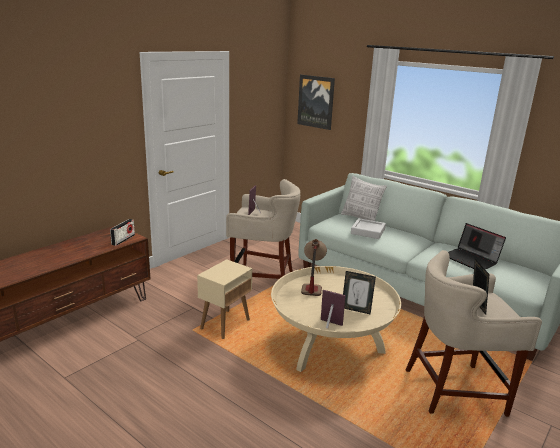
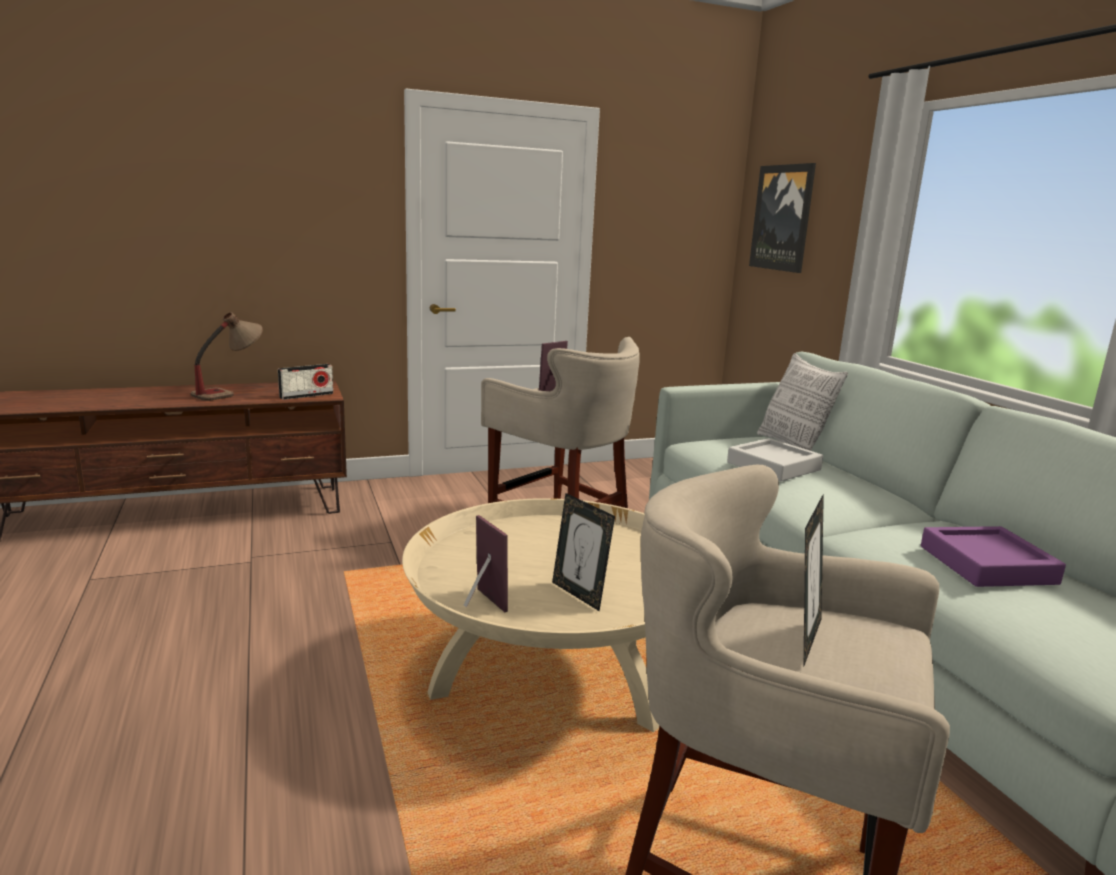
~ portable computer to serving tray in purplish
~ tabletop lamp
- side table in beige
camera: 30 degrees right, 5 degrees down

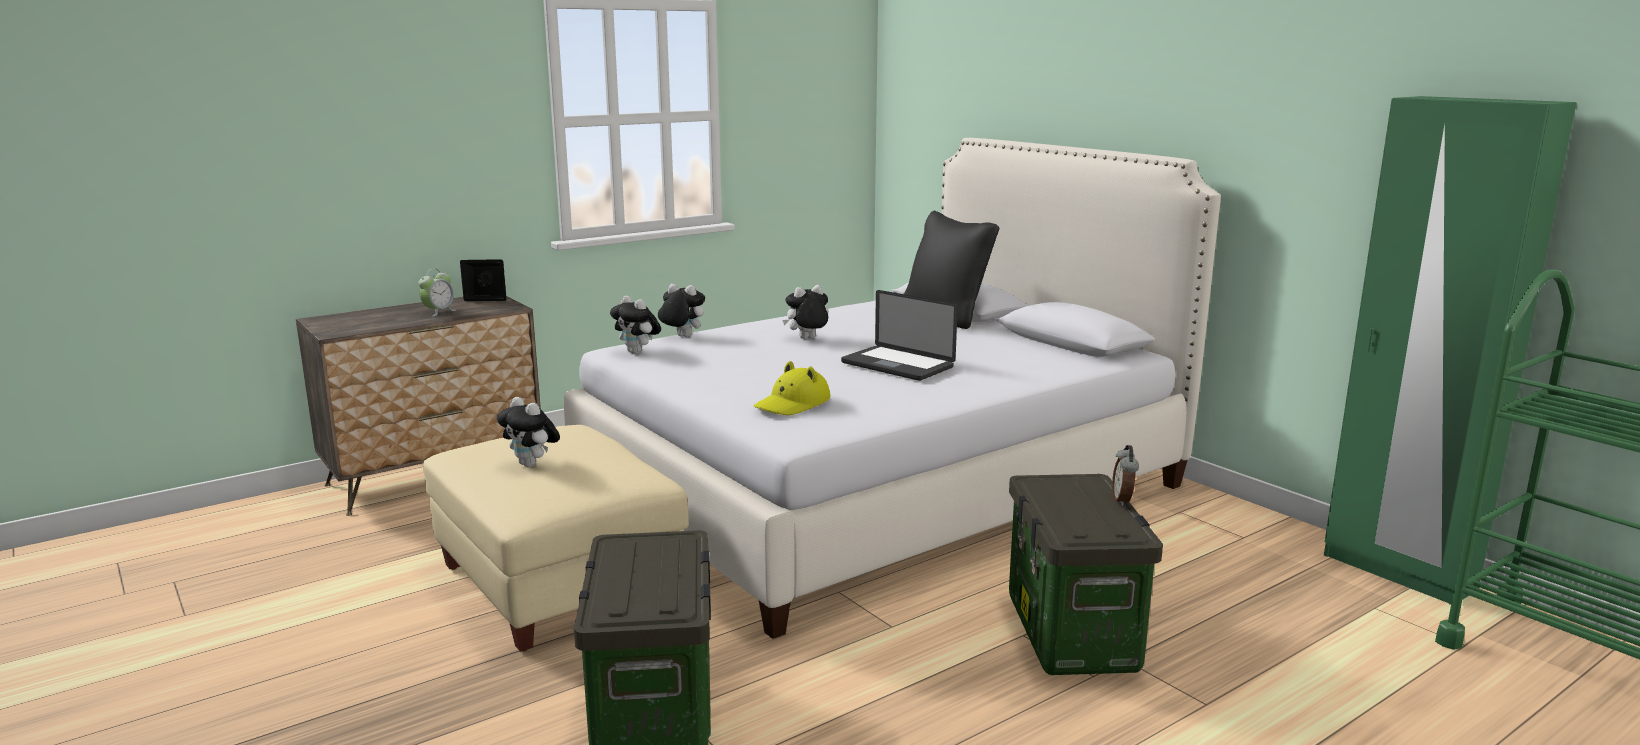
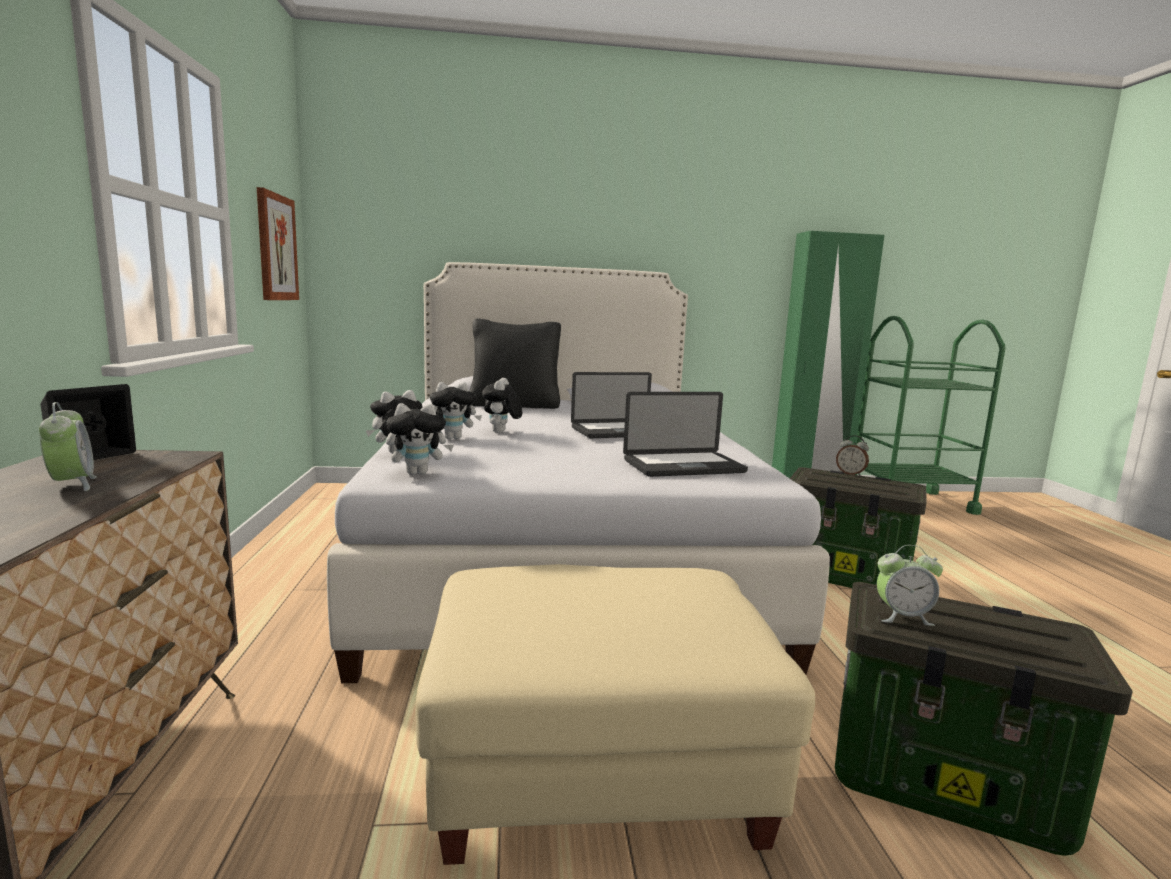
~ wearable hat in yellowish to portable computer (2nd from left)
~ plush toy (1st from left in the first image) to plush toy (3rd from left)
+ picture
+ bedside clock (3rd from left)
camera: 60 degrees left, 5 degrees down

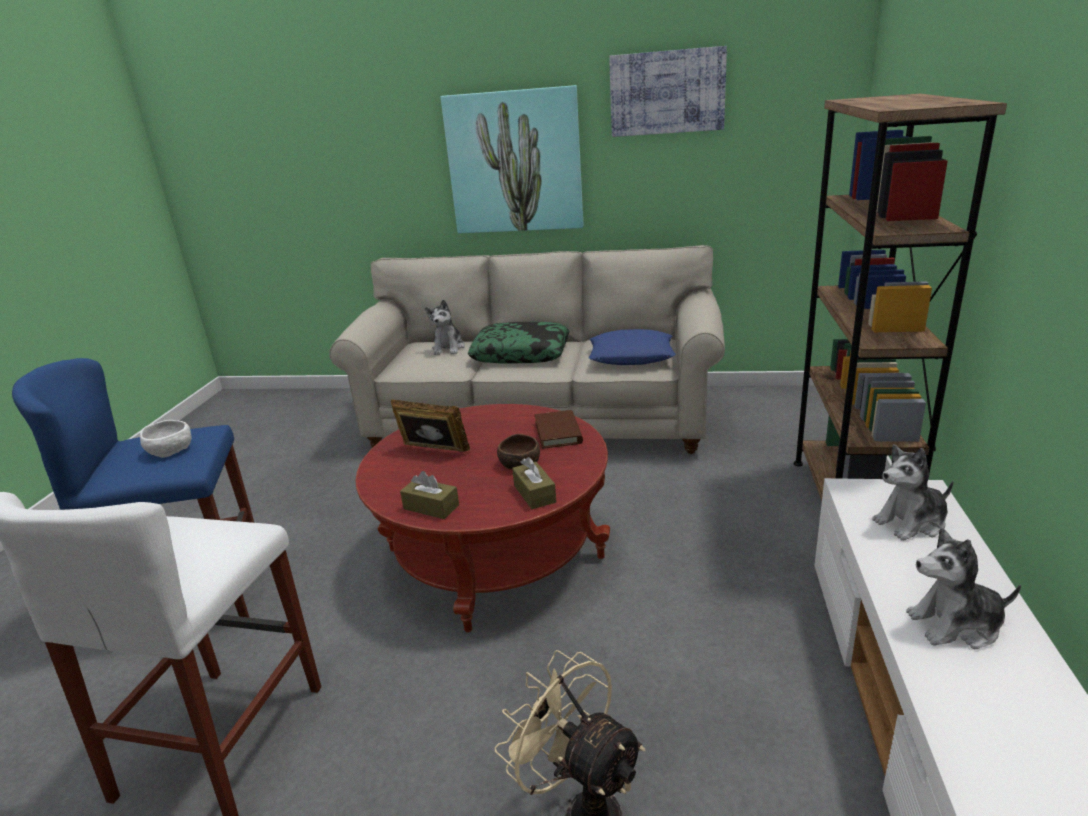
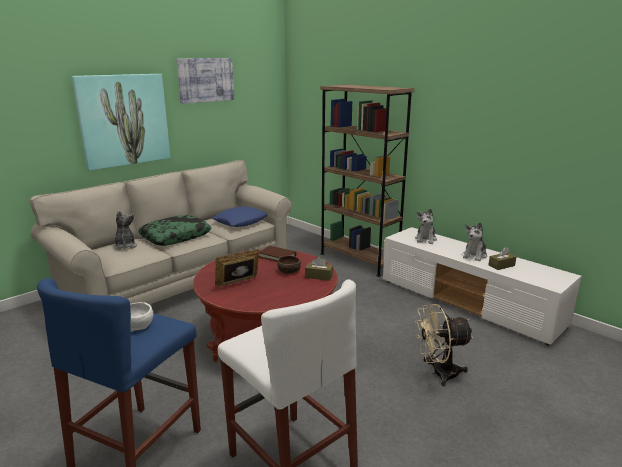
~ plush toy (1st from left) 150 degrees counterclockwise
~ box of tissues in brown-coloured (1st from left in the first image) to box of tissues in brown-coloured (2nd from left)
camera: 55 degrees left, 5 degrees down

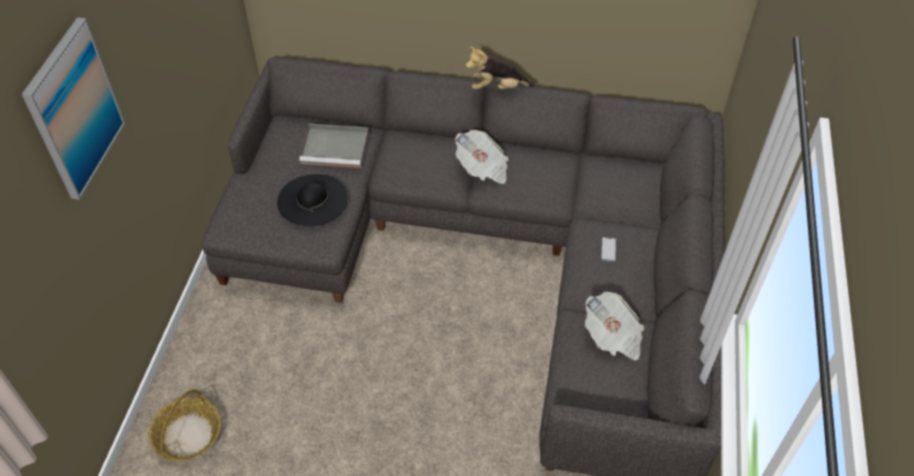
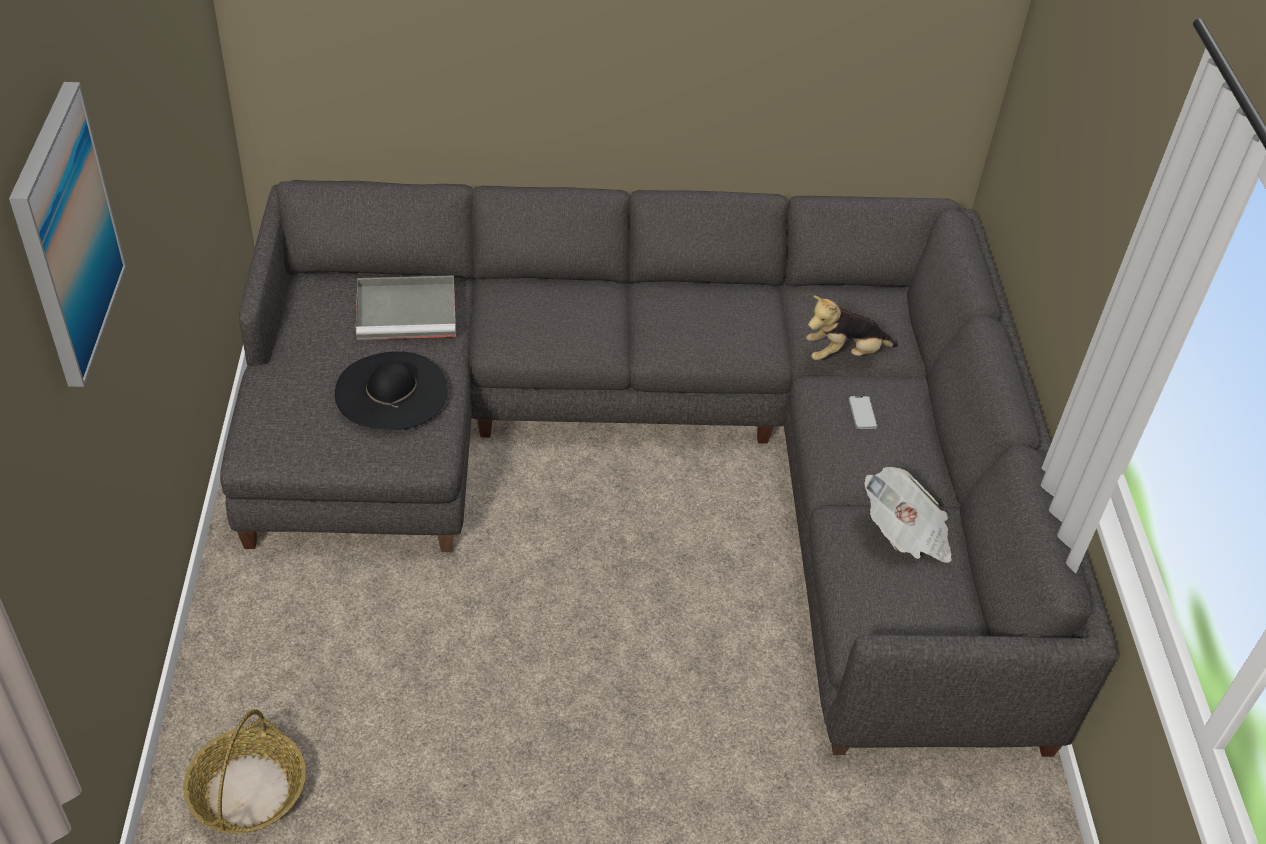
~ plush toy
- printed paper (1st from left)
camera: 15 degrees left, 5 degrees down

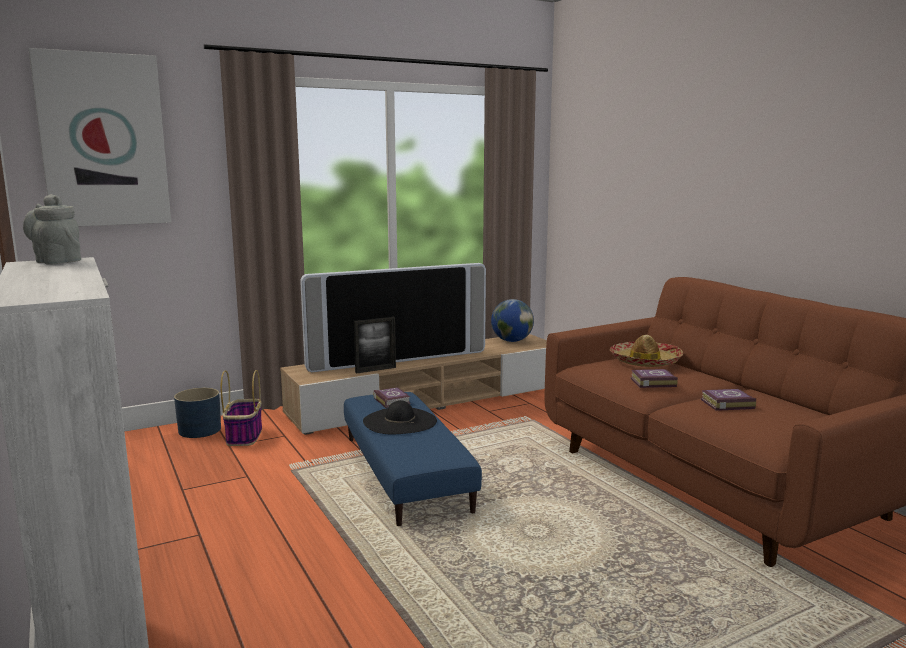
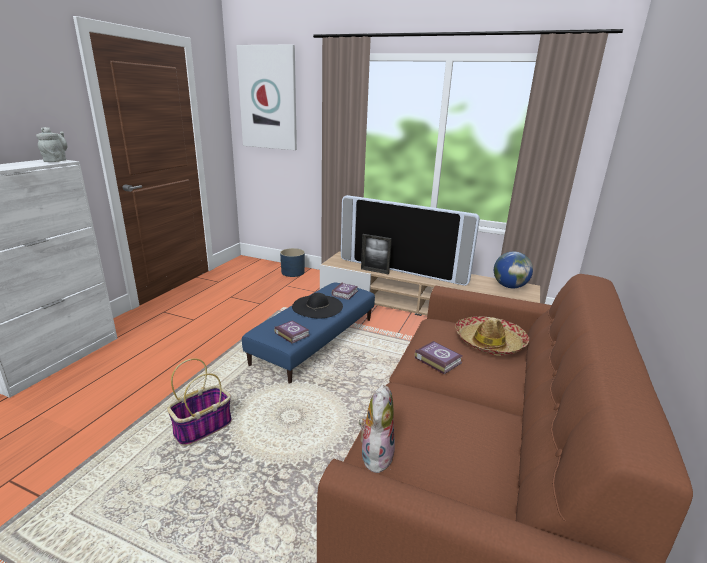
~ basket
~ book (3rd from left in the first image) to book (1st from left)
+ plush toy
camera: 50 degrees right, 10 degrees up

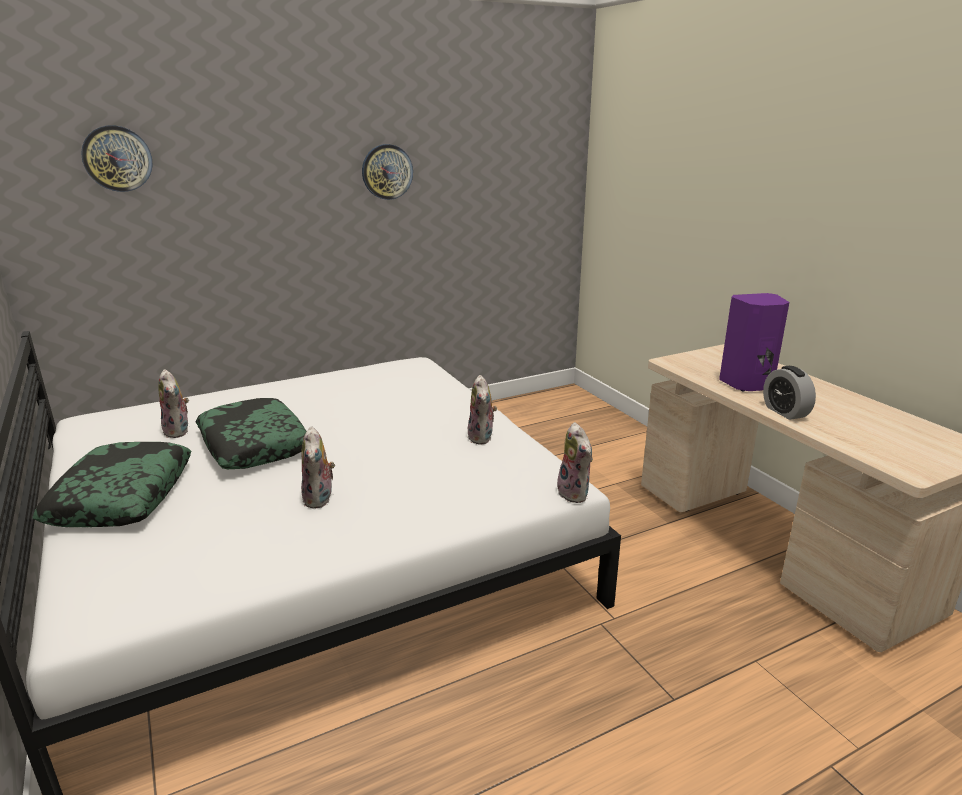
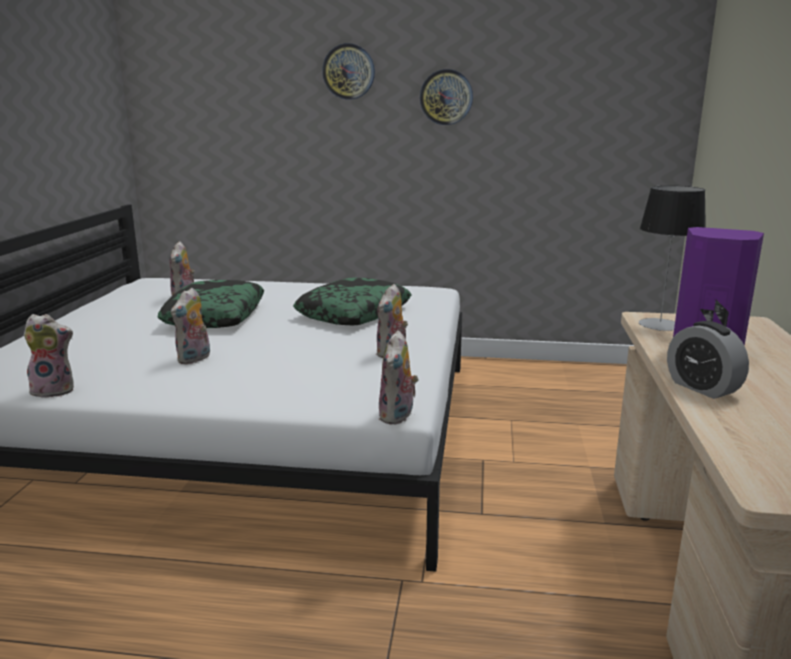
~ clock on the wall (1st from left)
~ bedside clock 45 degrees counterclockwise
~ cushion (1st from left in the first image) to cushion (2nd from left)
+ tabletop lamp
+ plush toy (1st from left)
camera: 35 degrees right, 5 degrees down

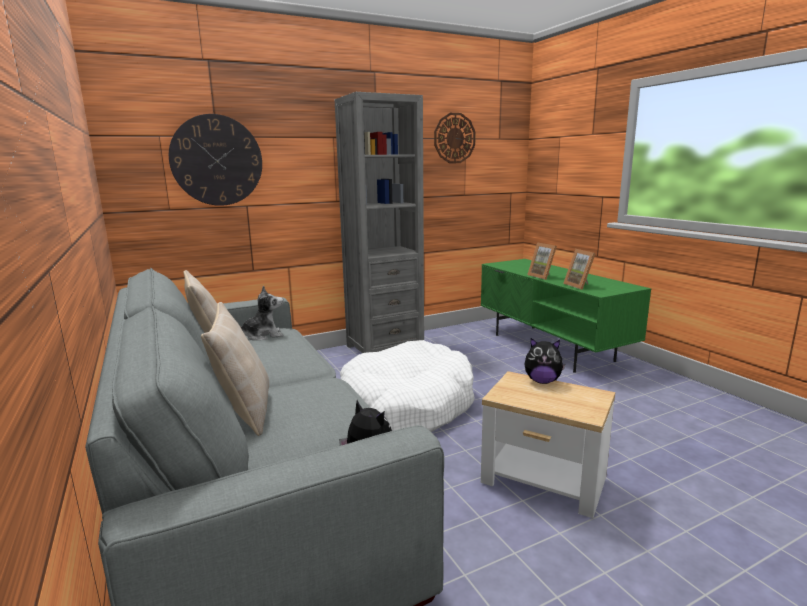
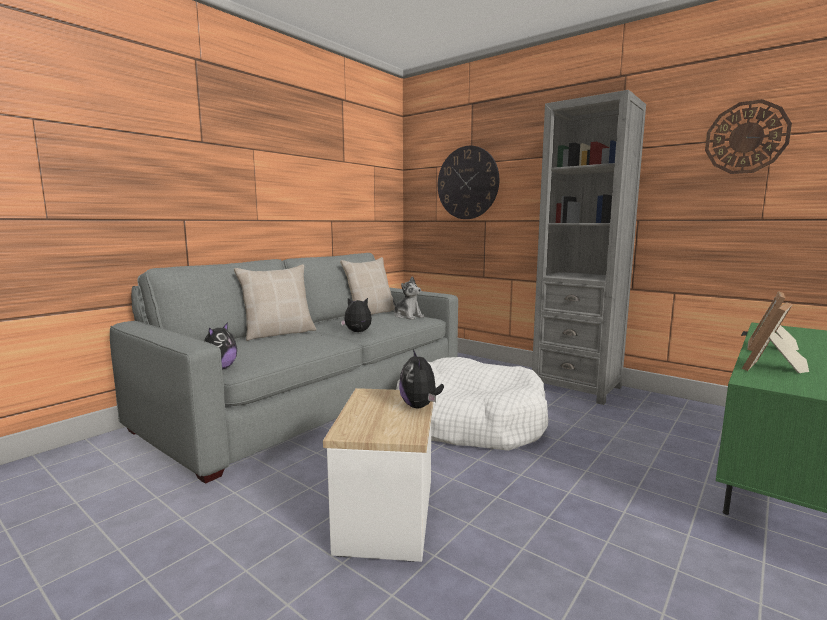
+ plush toy (2nd from left)
camera: 65 degrees right, 5 degrees down

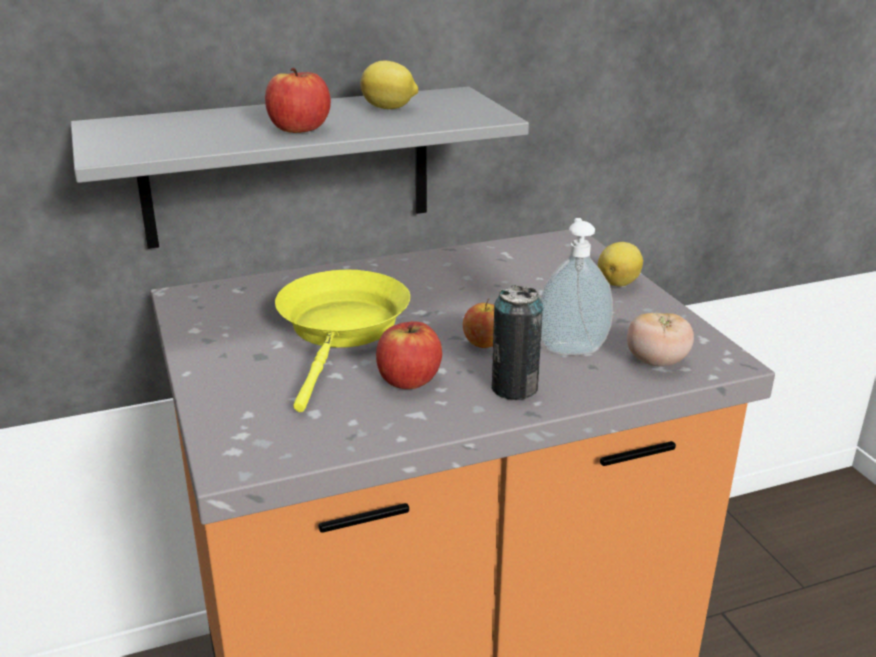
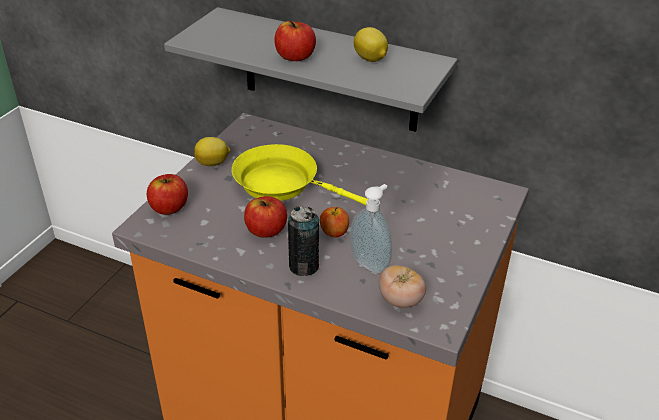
~ citrus fruit (2nd from left in the first image) to citrus fruit (1st from left)
~ frying pan in yellowish 120 degrees counterclockwise
+ apple fruit (1st from left)
camera: 45 degrees right, 10 degrees up

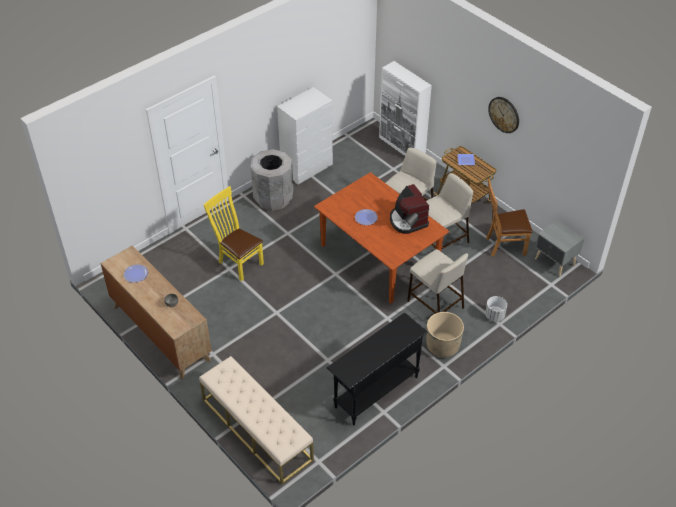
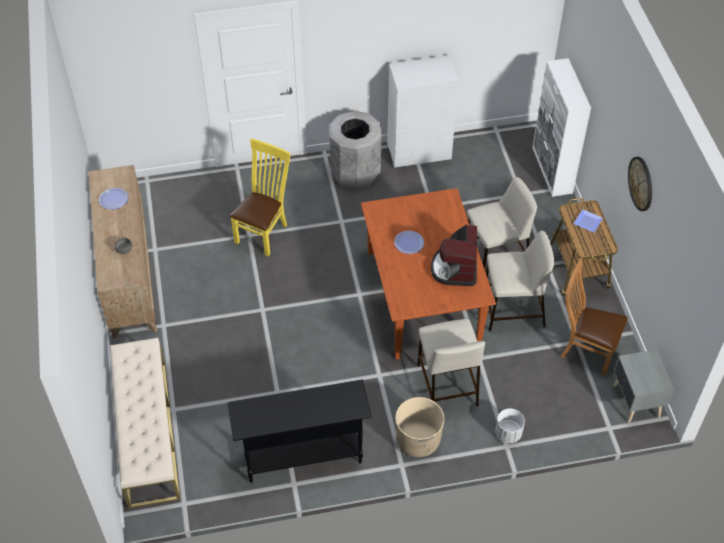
~ chair in yellowish 45 degrees clockwise
camera: 30 degrees right, 5 degrees up

